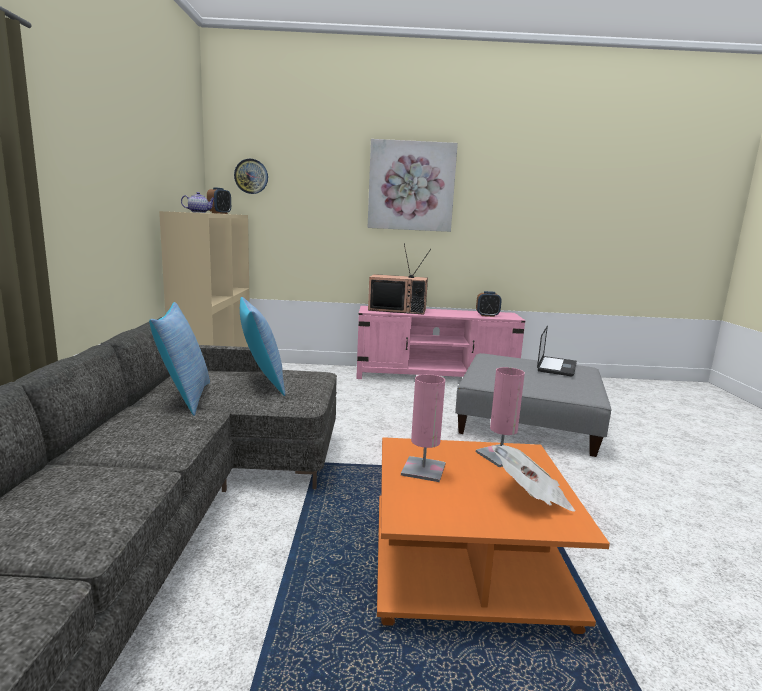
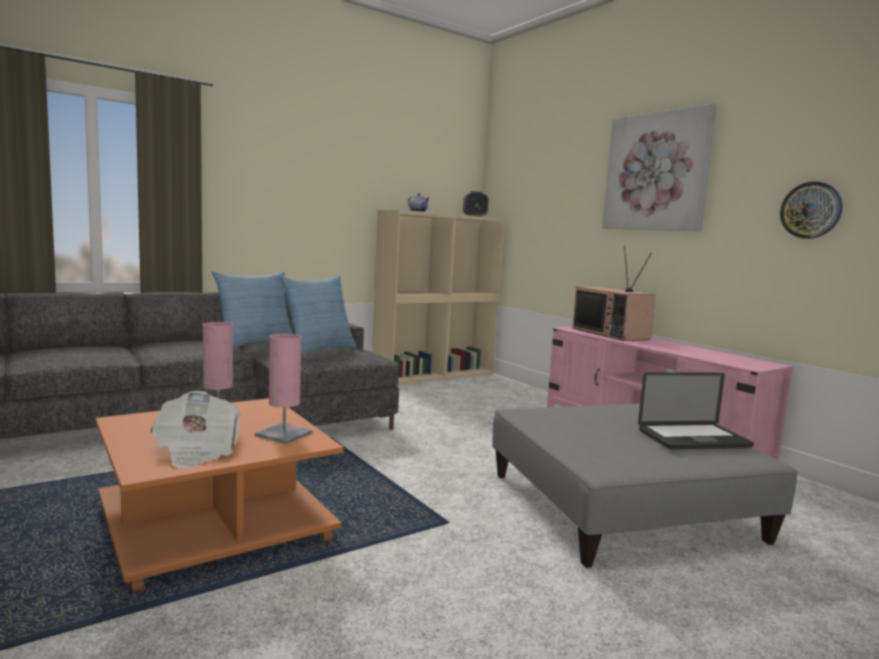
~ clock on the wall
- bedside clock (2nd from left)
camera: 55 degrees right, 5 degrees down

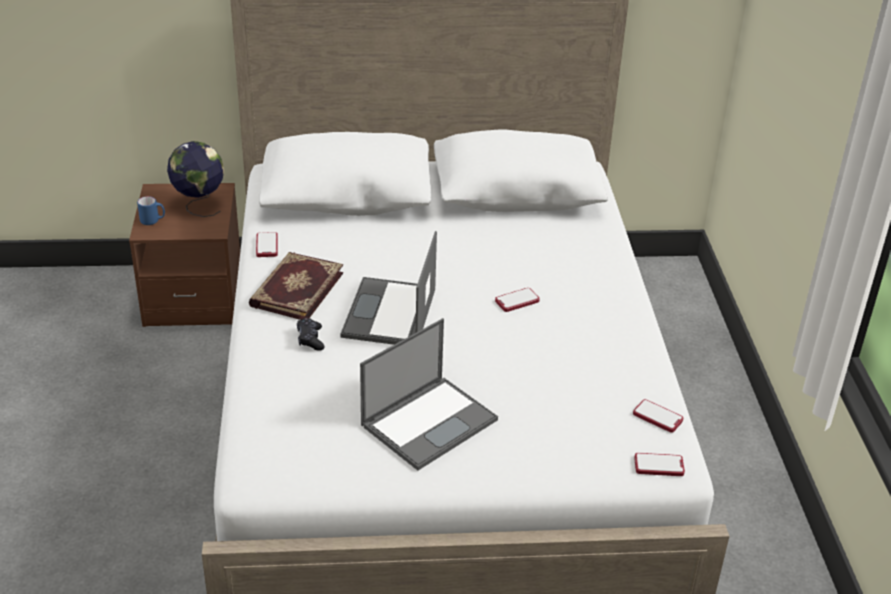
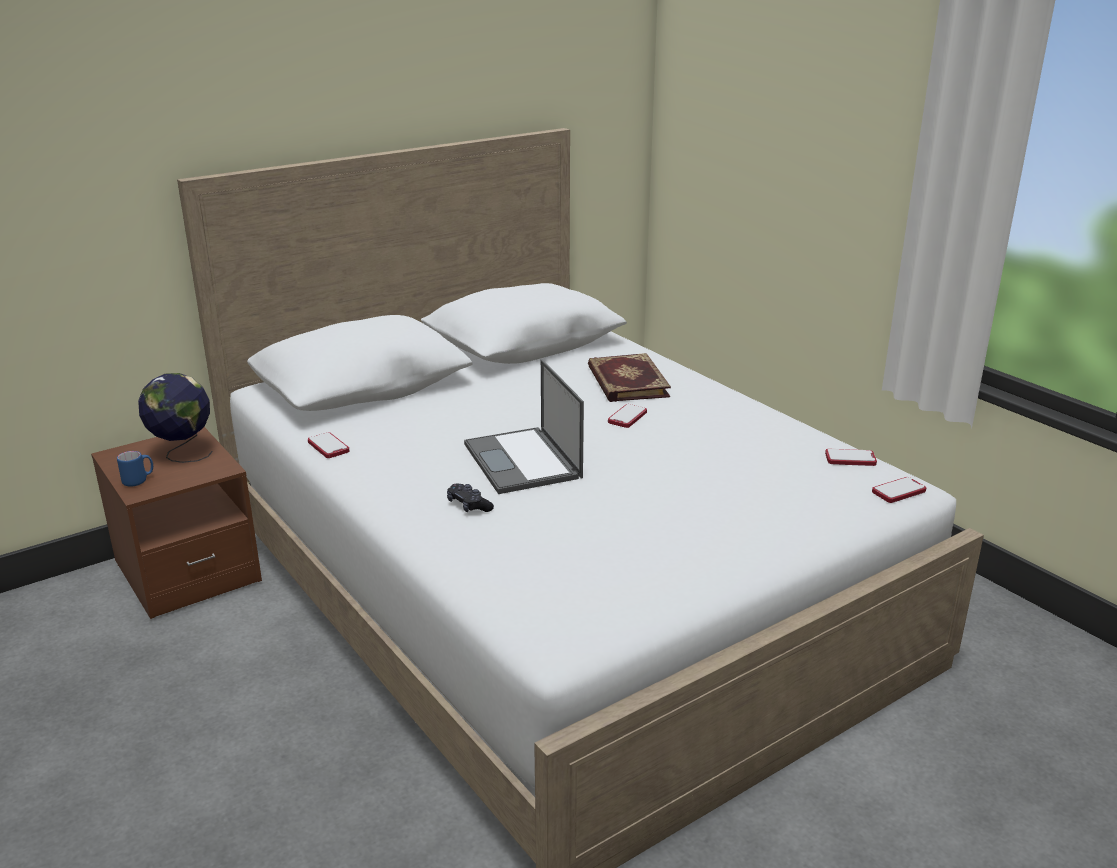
~ book
- portable computer (2nd from left)
camera: 30 degrees left, 10 degrees down

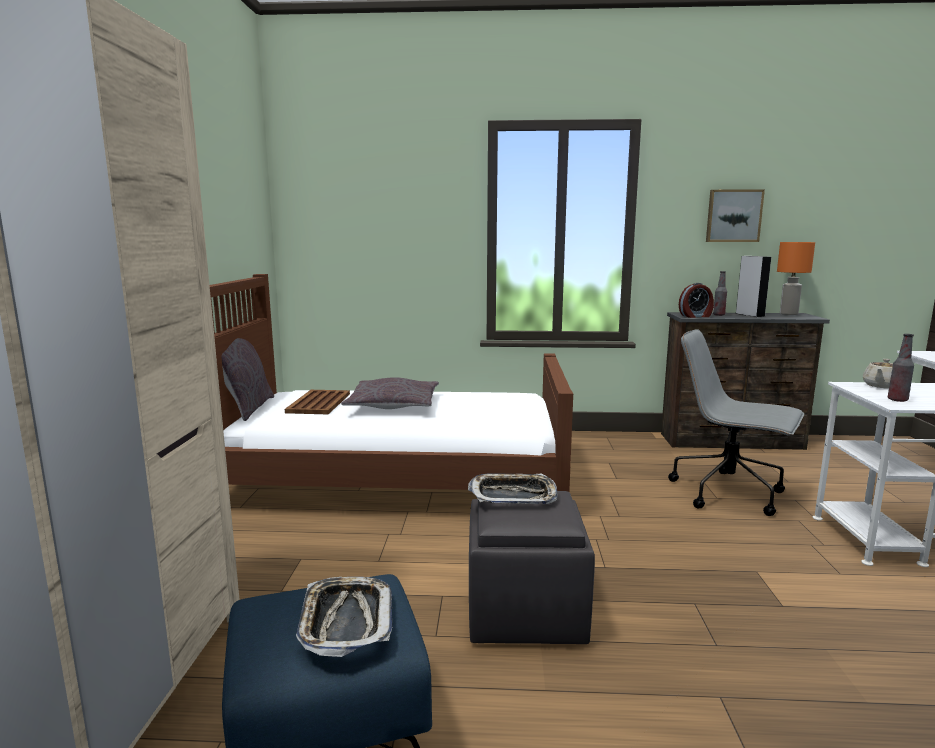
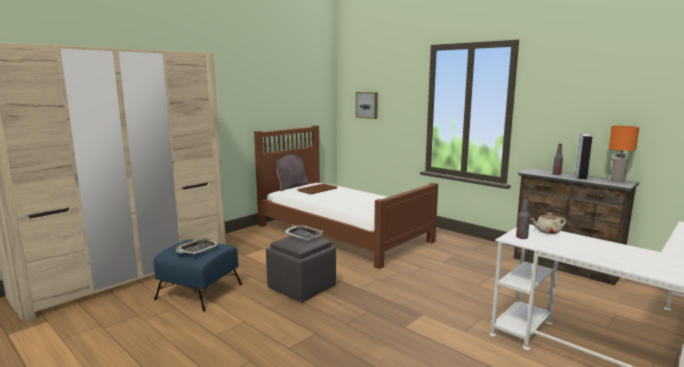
~ picture
- bedside clock
- computer chair in greyish
- cushion in greyish (2nd from left)
camera: 40 degrees right, 0 degrees up

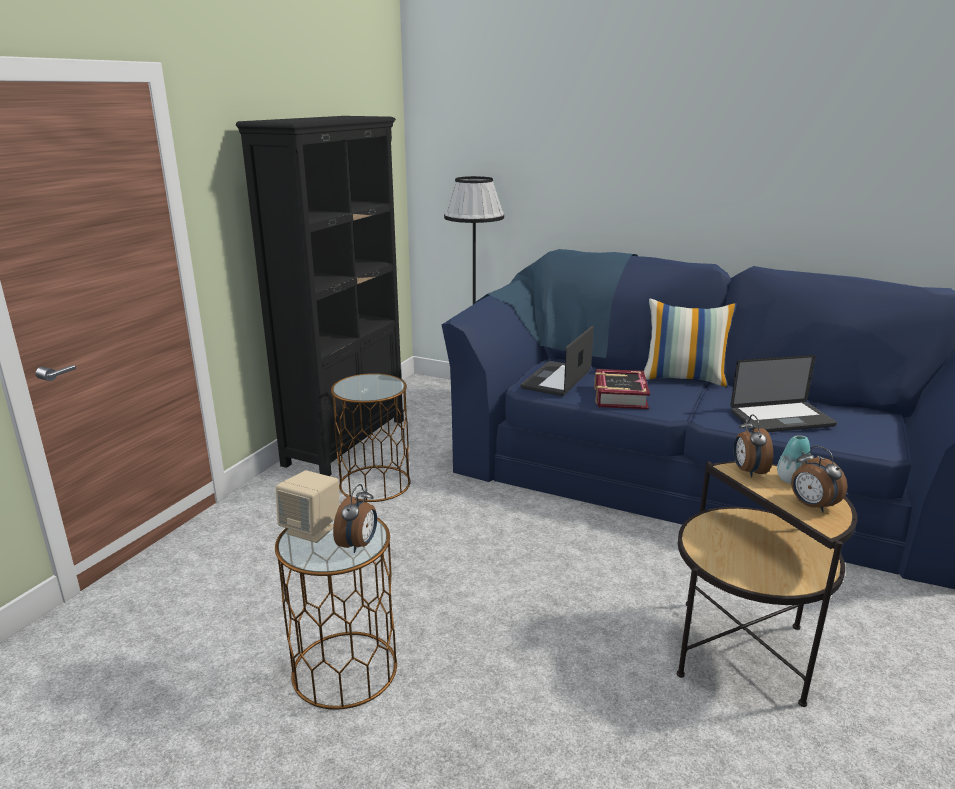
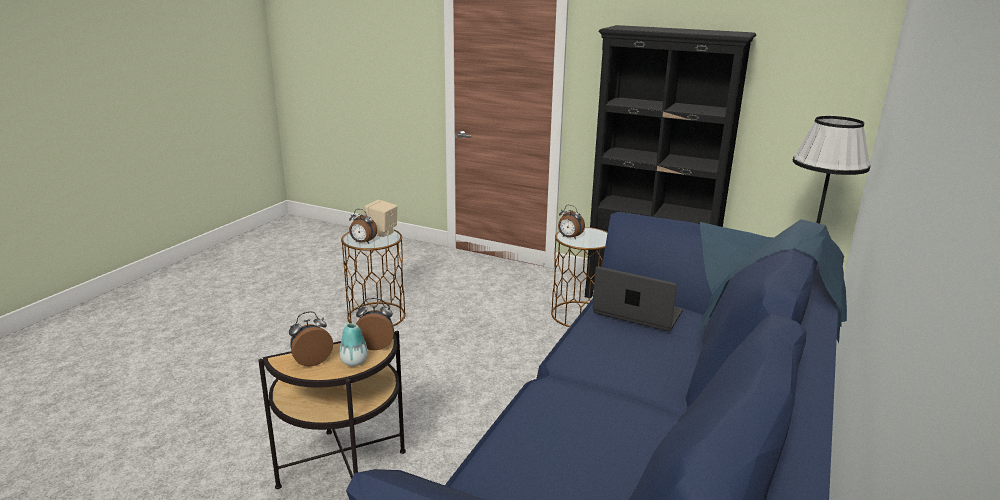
- cushion
- portable computer (2nd from left)
- book
+ bedside clock (4th from left)
camera: 90 degrees right, 0 degrees up

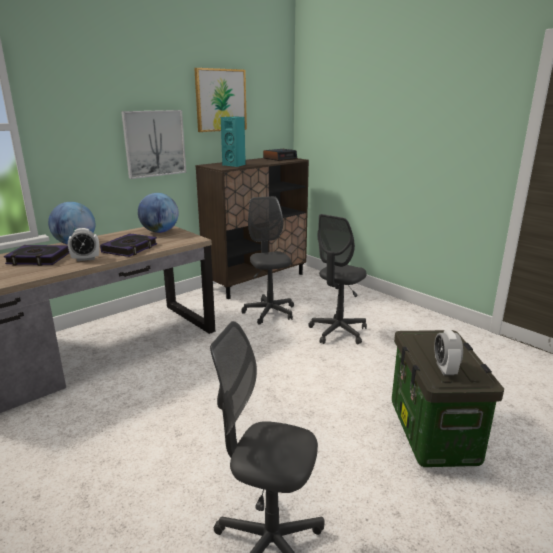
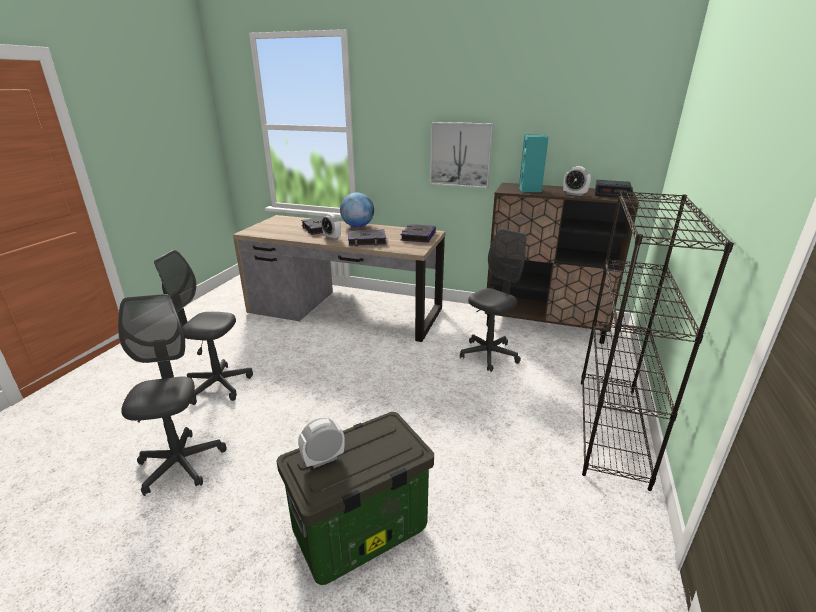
- picture (2nd from left)
~ globe (2nd from left) to book (3rd from left)
~ computer chair in greyish (3rd from left in the first image) to computer chair in greyish (2nd from left)
+ bedside clock (3rd from left)
+ bookcase in black-coloured
camera: 60 degrees right, 5 degrees up

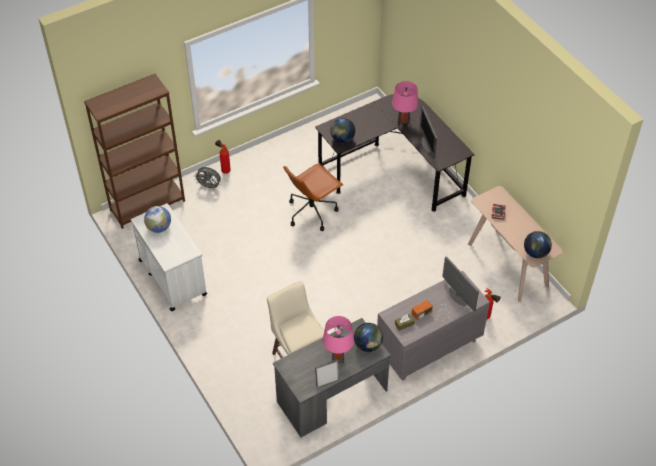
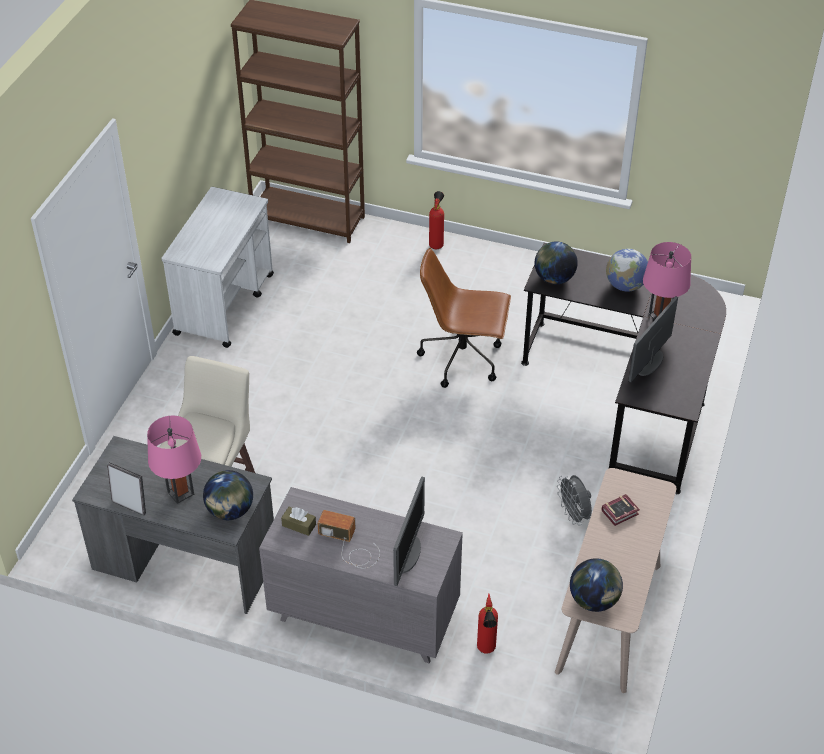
~ cooling fan in greyish
~ globe (1st from left in the first image) to globe (4th from left)
camera: 50 degrees right, 5 degrees down

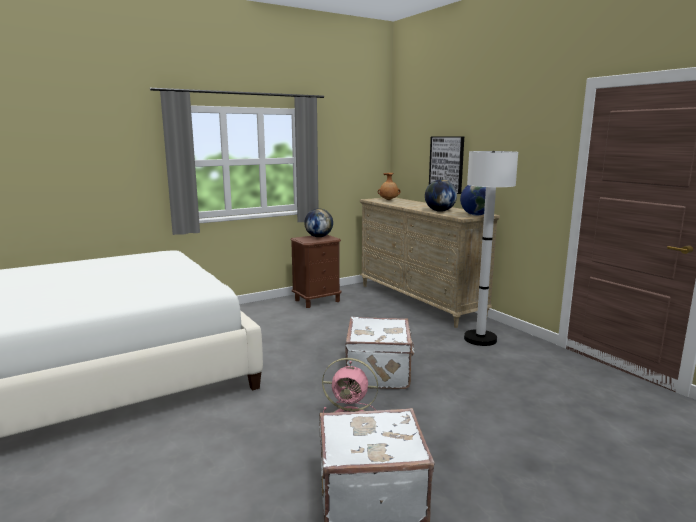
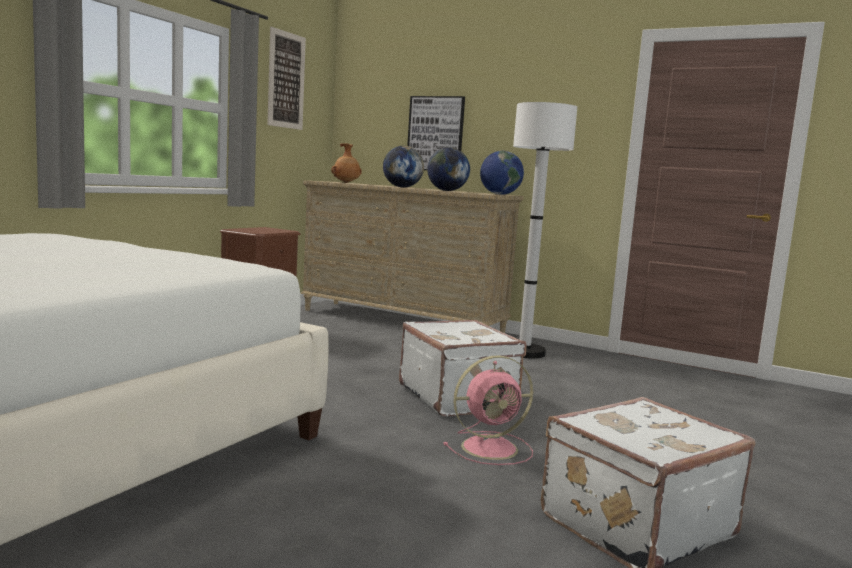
~ globe (1st from left)
+ picture (1st from left)
camera: 30 degrees left, 5 degrees down

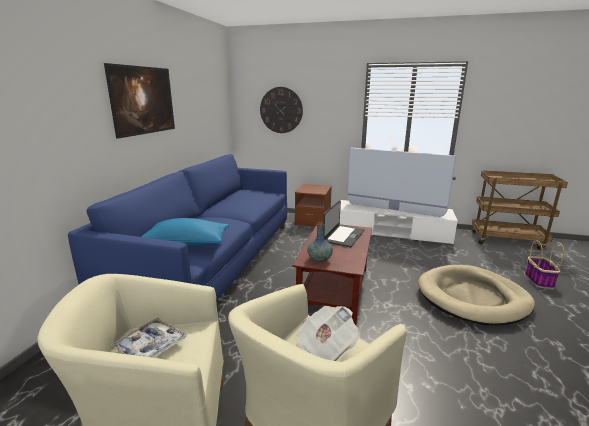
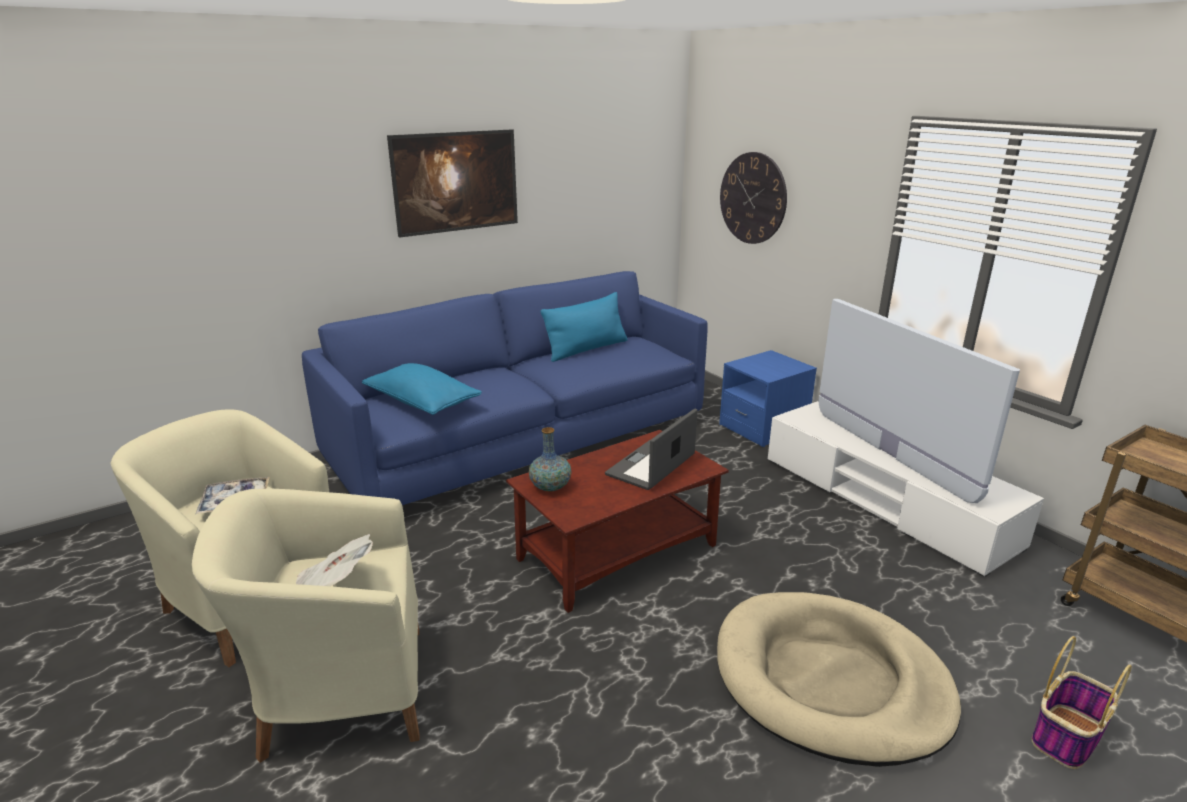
~ nightstand in brown-coloured to nightstand in bluish
~ portable computer 150 degrees clockwise
+ cushion in bluish (2nd from left)
camera: 40 degrees right, 5 degrees up

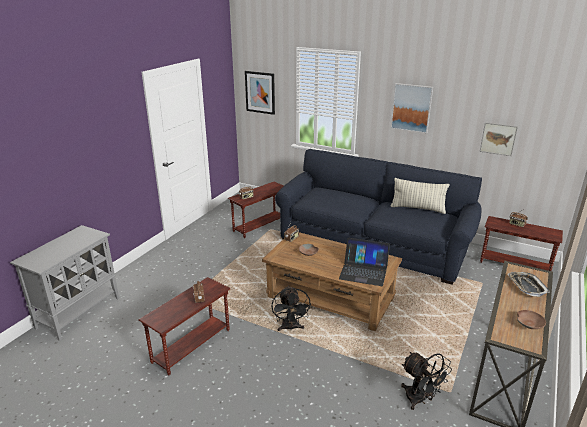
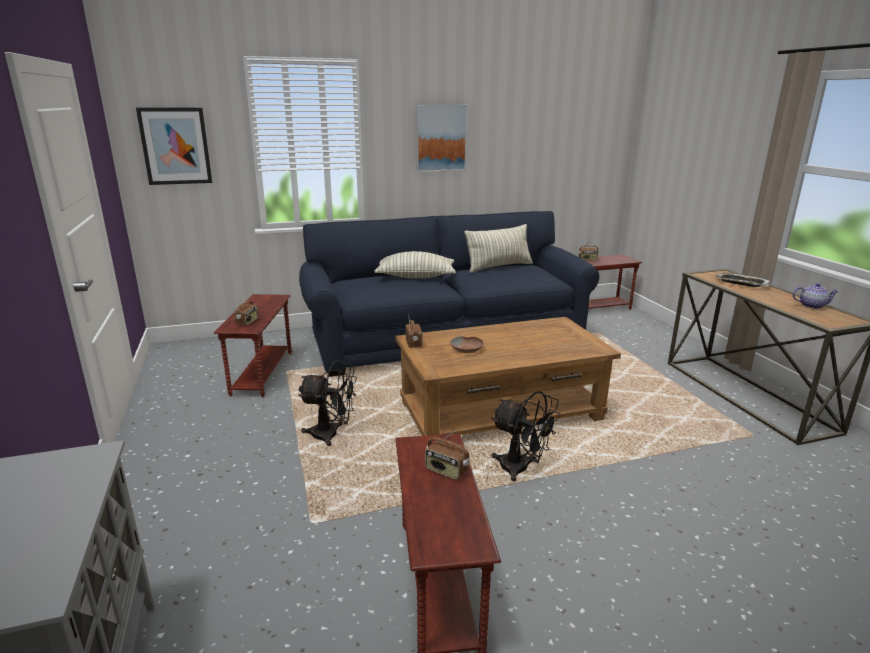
- picture (3rd from left)
- portable computer
~ bowl in brown-coloured (2nd from left) to tea pot
~ cooling fan in black-coloured (2nd from left in the first image) to cooling fan in black-coloured (1st from left)
+ cushion (1st from left)
camera: 45 degrees left, 5 degrees down

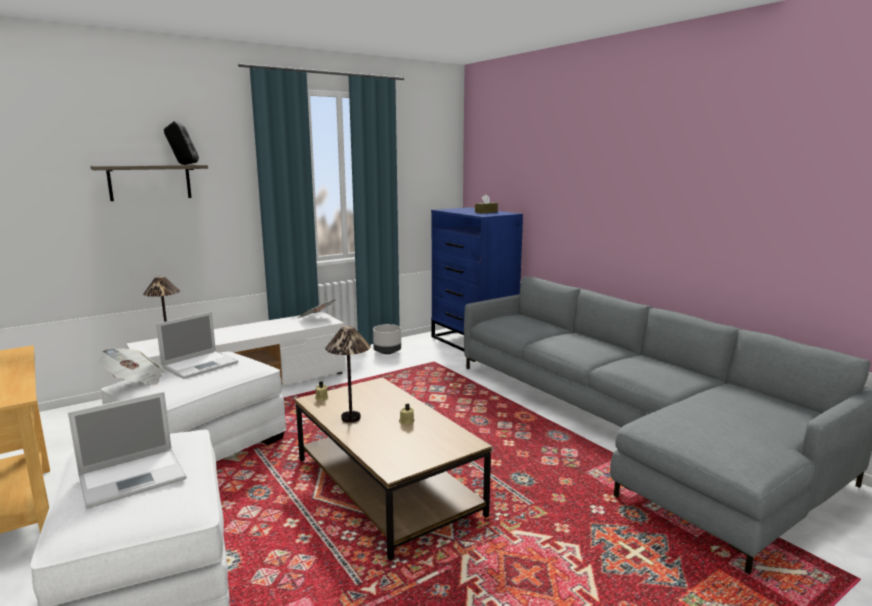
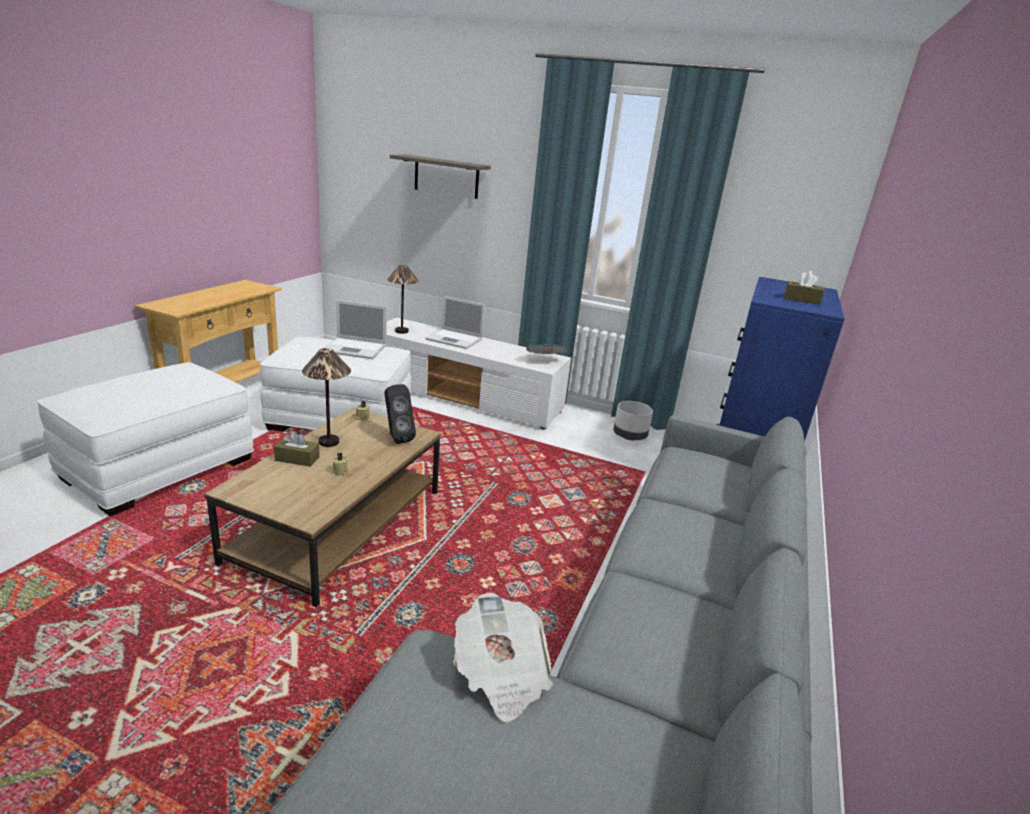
~ loudspeaker in black-coloured
~ printed paper (1st from left)
~ portable computer (1st from left in the first image) to portable computer (2nd from left)
+ box of tissues in brown-coloured (1st from left)
camera: 55 degrees right, 10 degrees up

